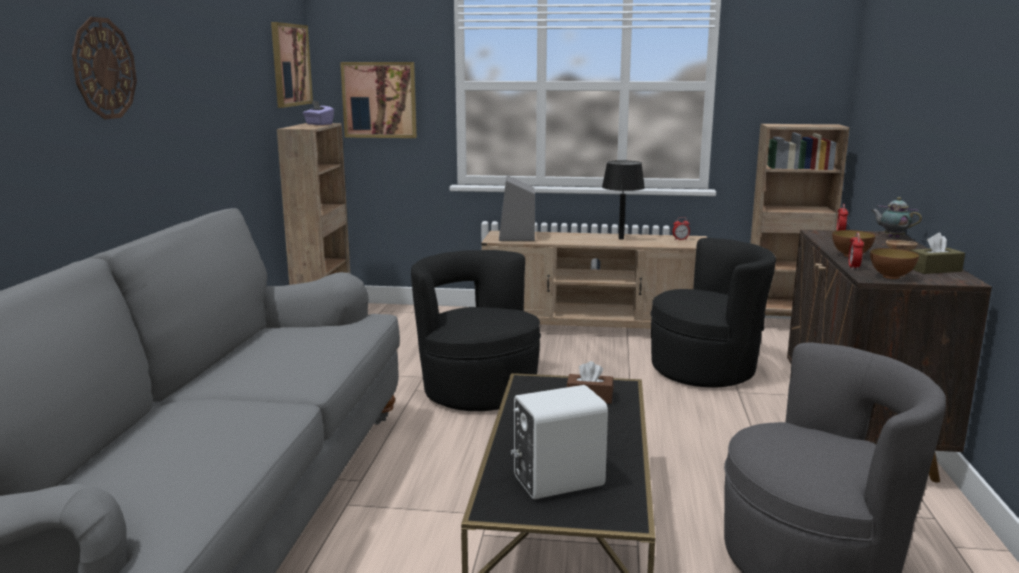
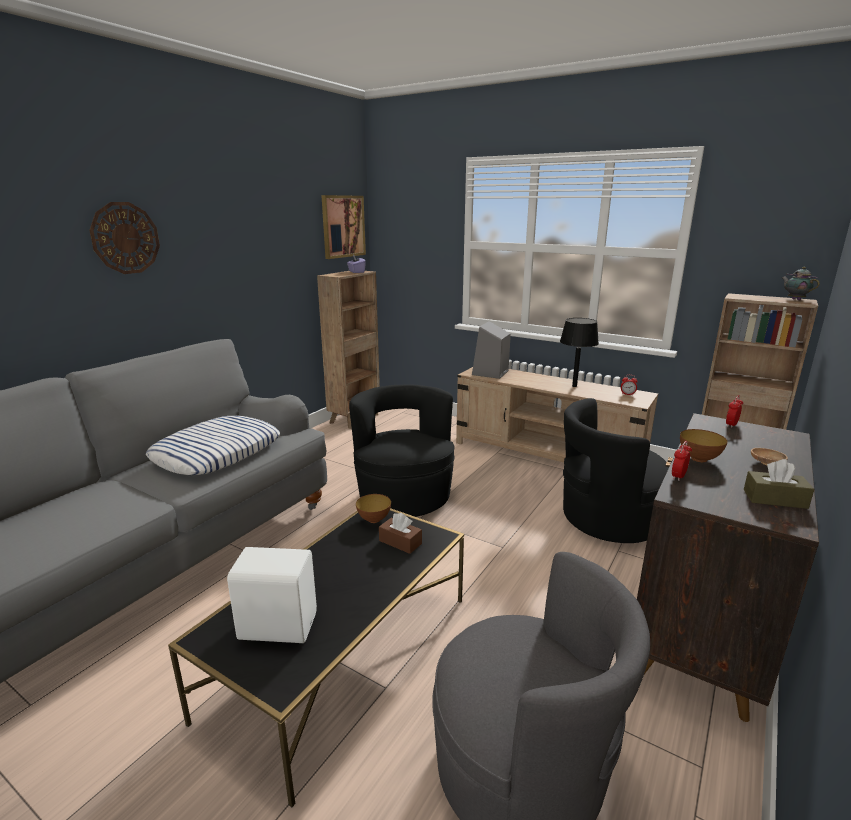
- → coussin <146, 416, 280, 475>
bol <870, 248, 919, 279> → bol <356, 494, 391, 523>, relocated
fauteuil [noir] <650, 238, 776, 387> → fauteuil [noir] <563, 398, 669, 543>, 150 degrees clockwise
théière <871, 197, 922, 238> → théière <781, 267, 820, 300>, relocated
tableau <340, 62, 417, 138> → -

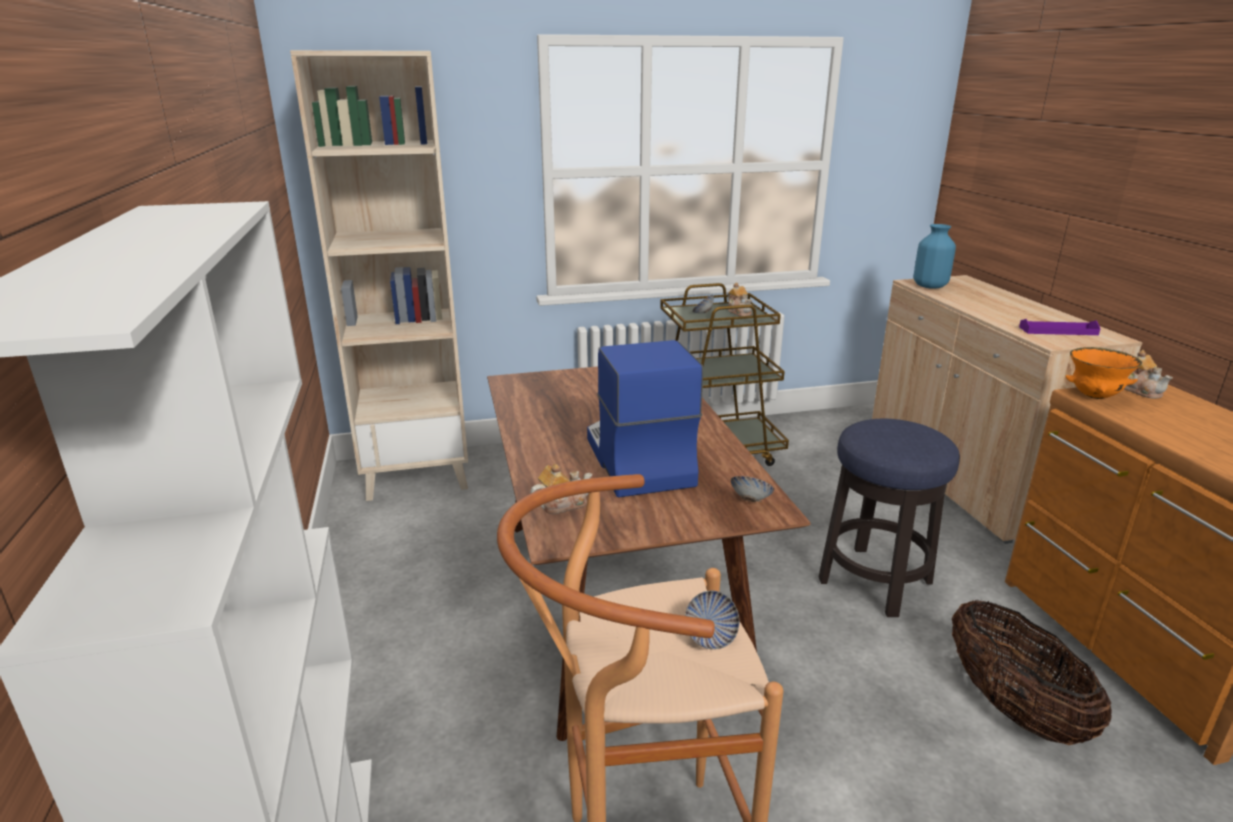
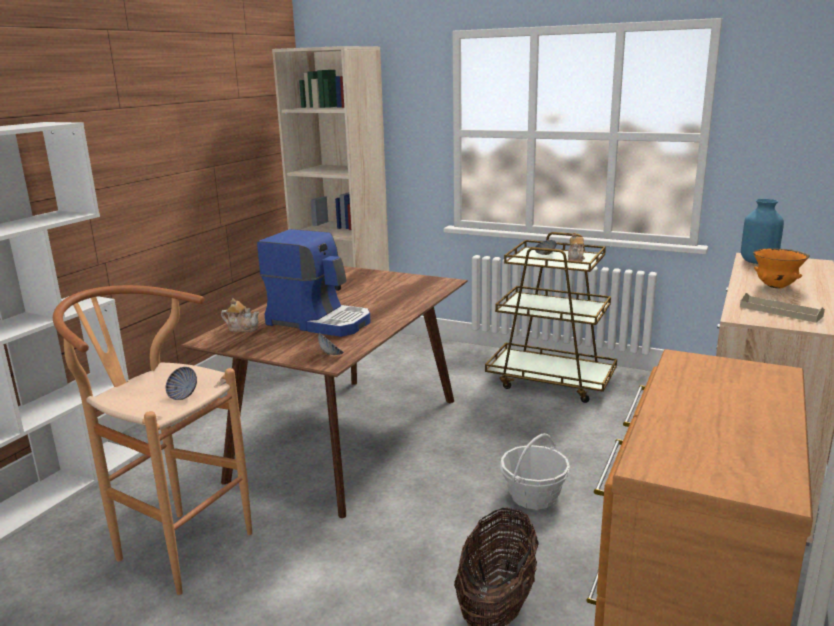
machine à café <587, 340, 703, 498> → machine à café <257, 229, 371, 337>, 90 degrees clockwise
tabouret <819, 419, 960, 617> → panier <500, 433, 570, 510>
plateau [violet] <1019, 319, 1101, 335> → plateau [beige] <740, 293, 825, 323>
bol [orange] <1066, 347, 1142, 399> → bol [orange] <753, 248, 810, 288>, relocated
théière <1124, 350, 1173, 399> → -

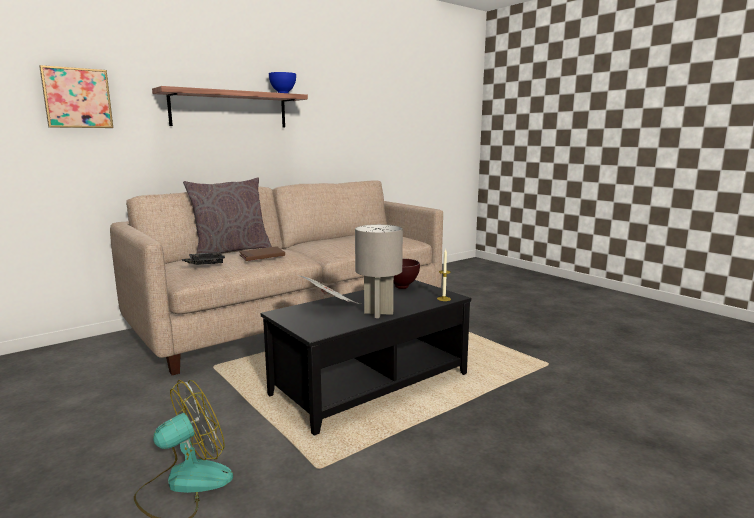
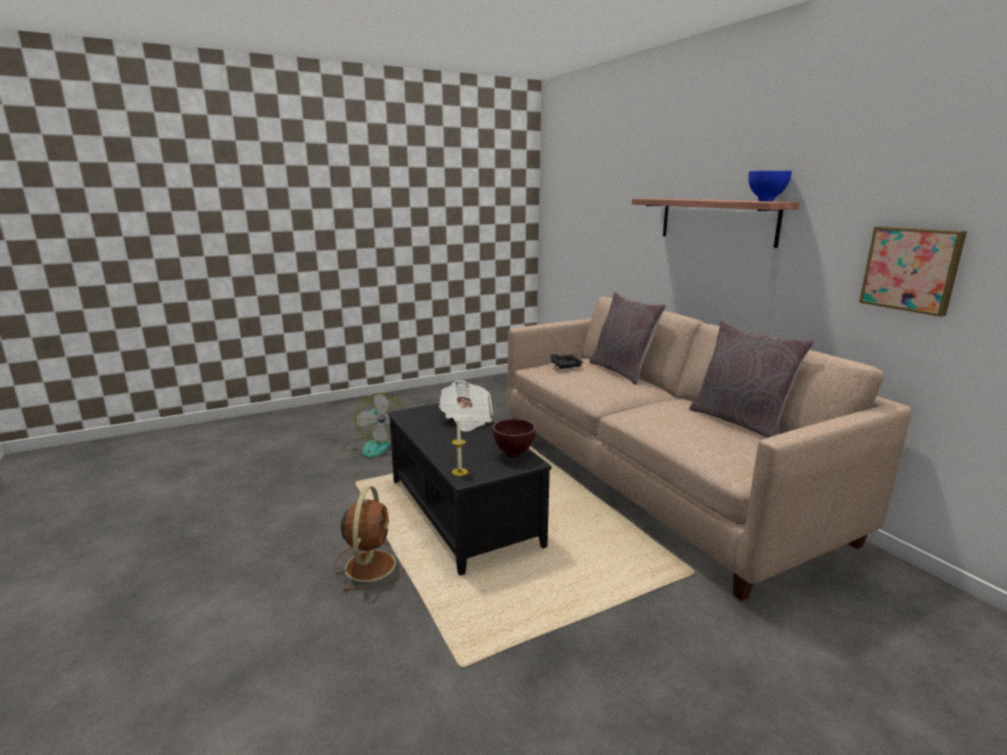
- → ventilateur [marron] <334, 486, 404, 591>
- → coussin [gris] <689, 320, 815, 438>
tableau <39, 65, 113, 128> → tableau <859, 226, 967, 317>, relocated
livre [marron] <239, 246, 285, 261> → -
lampe de table [gris] <355, 224, 403, 318> → -

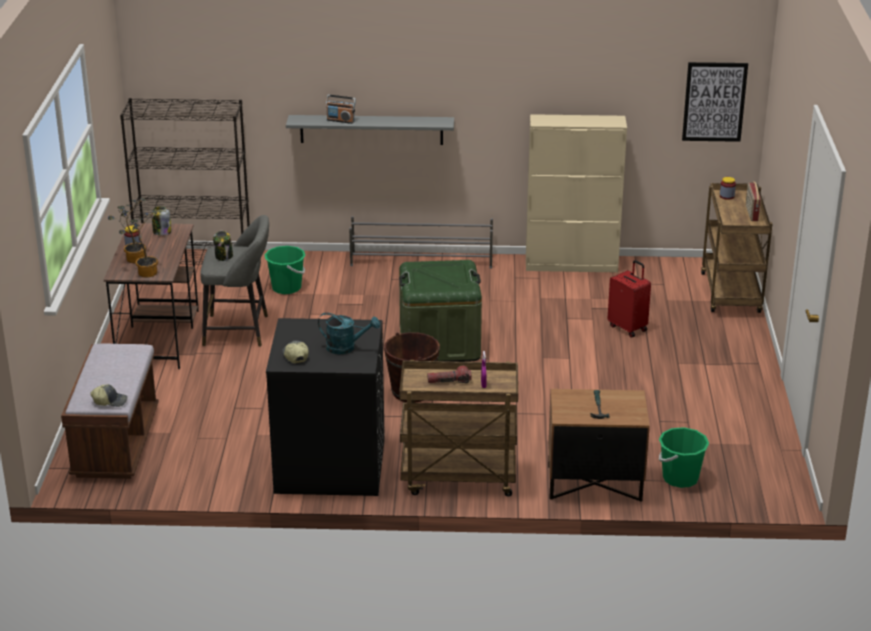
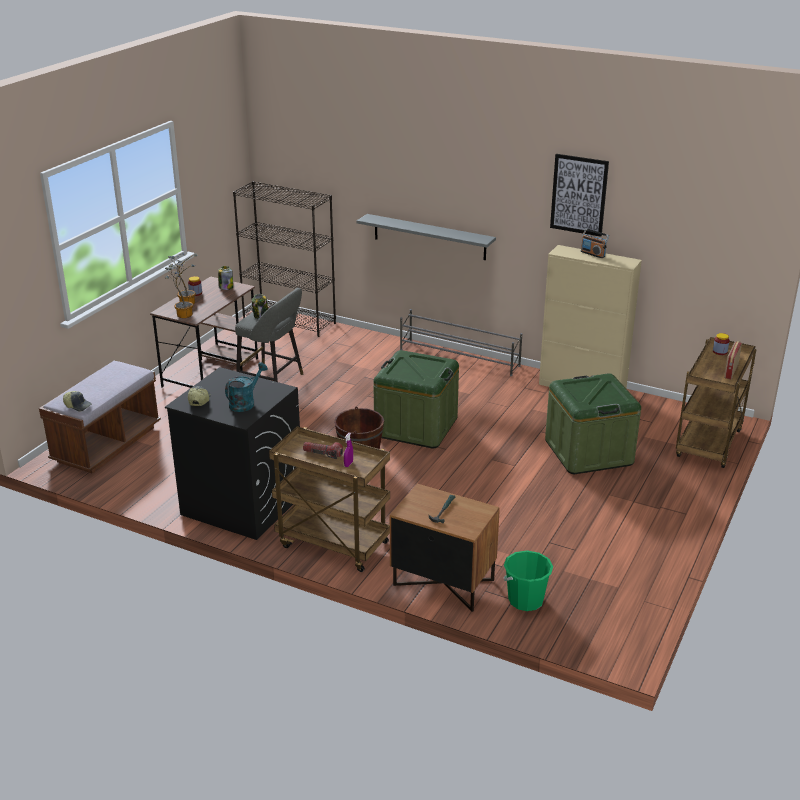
arrosoir [turquoise] <318, 312, 380, 354> → arrosoir [turquoise] <225, 362, 268, 412>, 90 degrees counterclockwise
valise [rouge] <608, 260, 651, 337> → boîte de rangement [vert] <545, 373, 641, 474>
tableau <682, 62, 748, 142> → tableau <550, 154, 609, 237>, relocated
radio <326, 94, 356, 124> → radio <581, 228, 609, 258>, relocated
seau [vert] <264, 246, 305, 294> → -

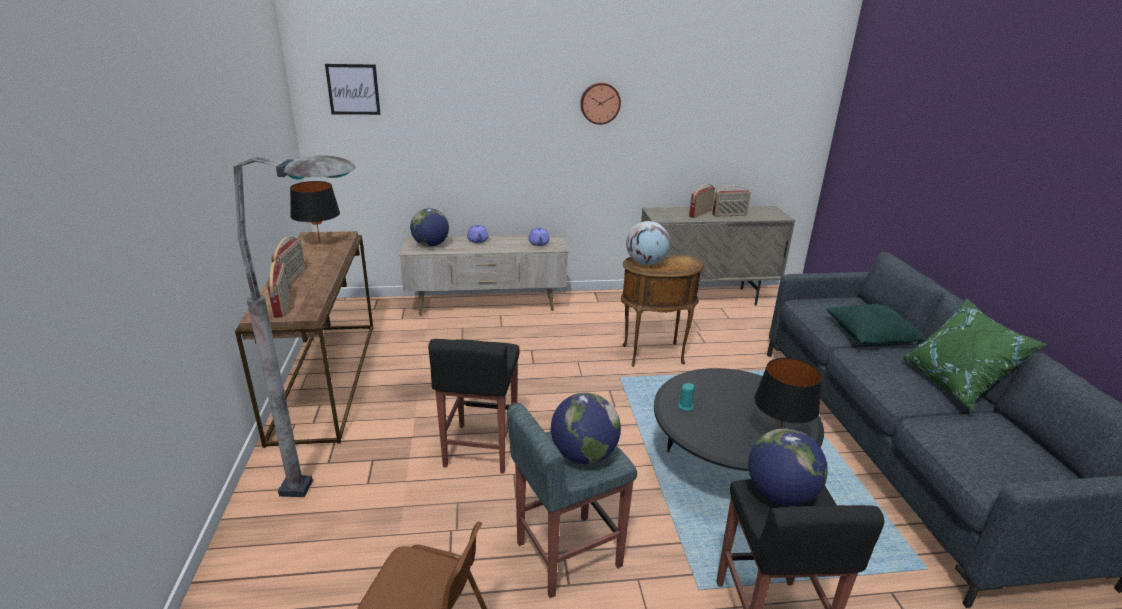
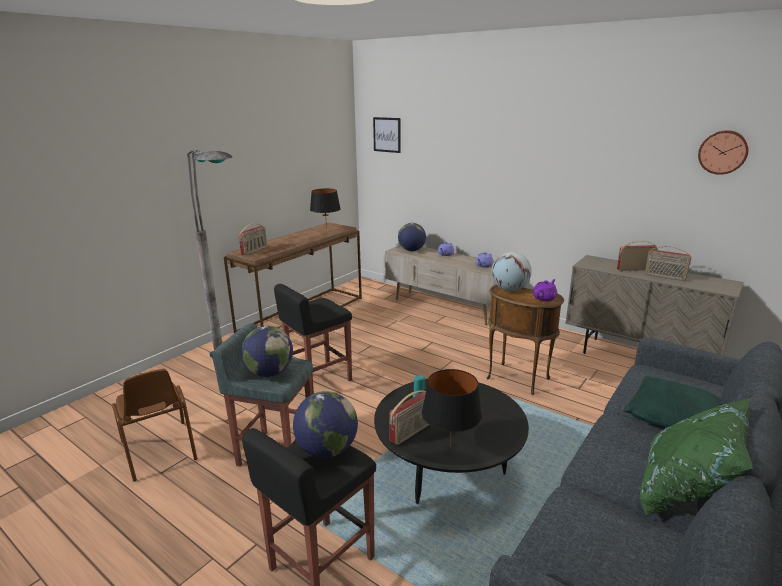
radio <271, 237, 305, 284> → radio <389, 391, 429, 445>, relocated
- → théière [violet] <533, 279, 557, 301>
horloge murale <580, 82, 621, 125> → horloge murale <698, 130, 749, 175>, relocated

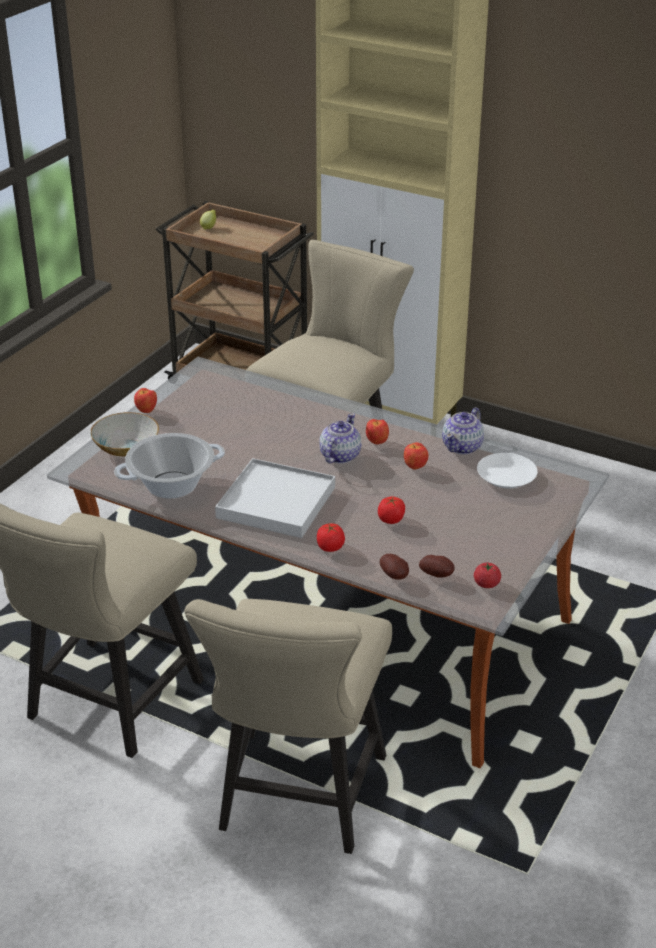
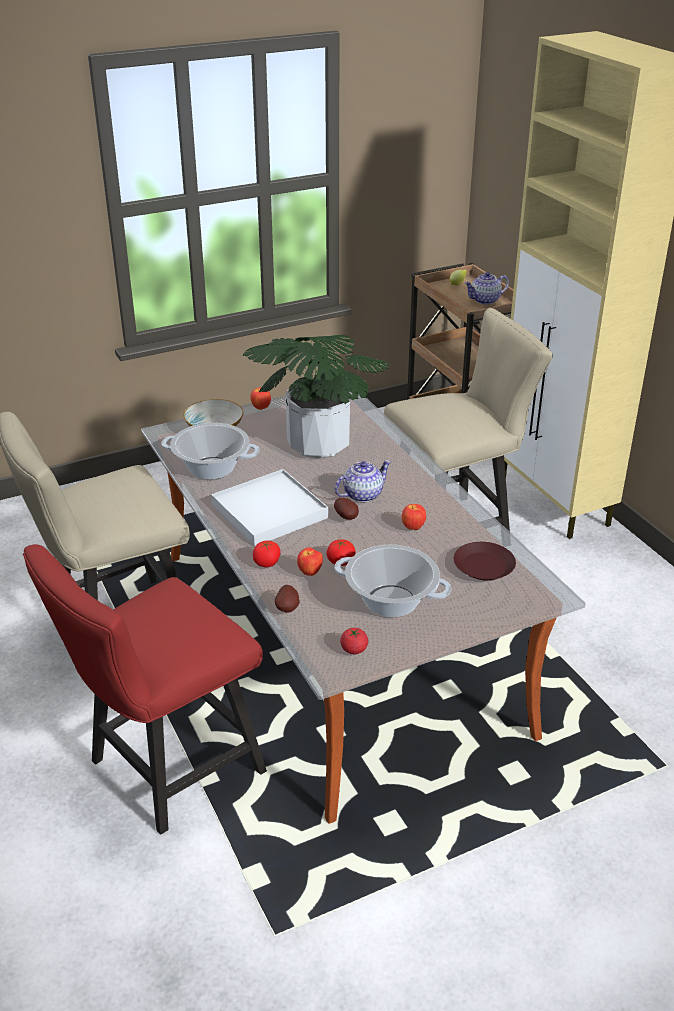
chaise [beige] <184, 599, 392, 854> → chaise [rouge] <23, 544, 267, 835>
- → plante en pot <243, 335, 389, 458>
pomme <366, 419, 389, 445> → pomme <297, 548, 323, 576>, relocated
pomme de terre <419, 555, 454, 578> → pomme de terre <334, 498, 359, 520>, relocated
- → marmite <335, 544, 451, 617>
assiette [blanc] <477, 453, 538, 488> → assiette [marron] <454, 542, 516, 580>
théière <442, 407, 484, 455> → théière <464, 272, 509, 305>, relocated

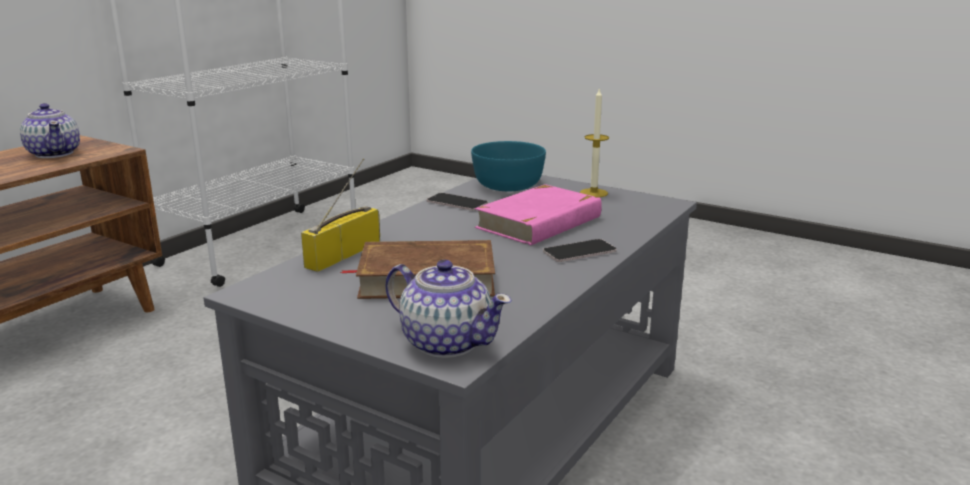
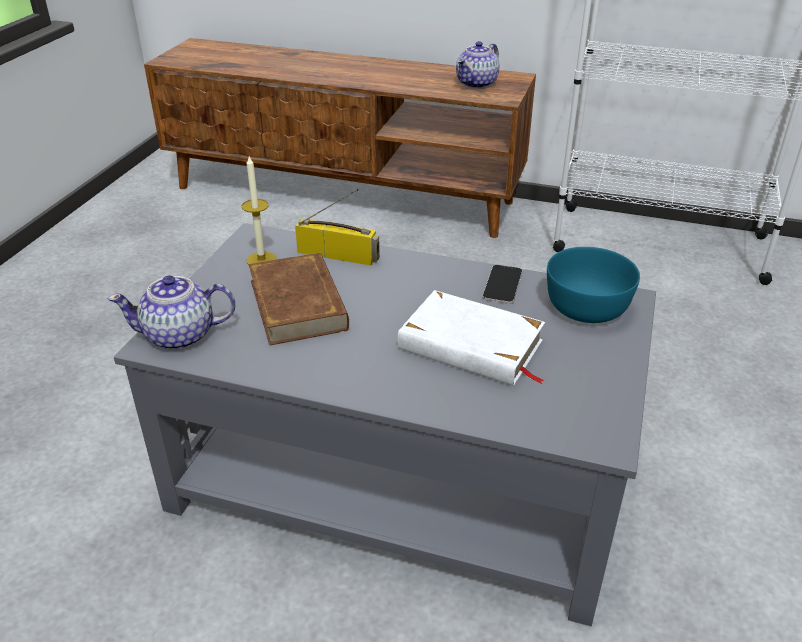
théière <385, 260, 512, 358> → théière <108, 275, 236, 350>, 60 degrees clockwise
bougie <580, 87, 609, 198> → bougie <242, 156, 277, 265>, relocated
livre [rose] <475, 184, 602, 245> → livre [blanc] <397, 290, 545, 386>
téléphone <543, 239, 617, 262> → -

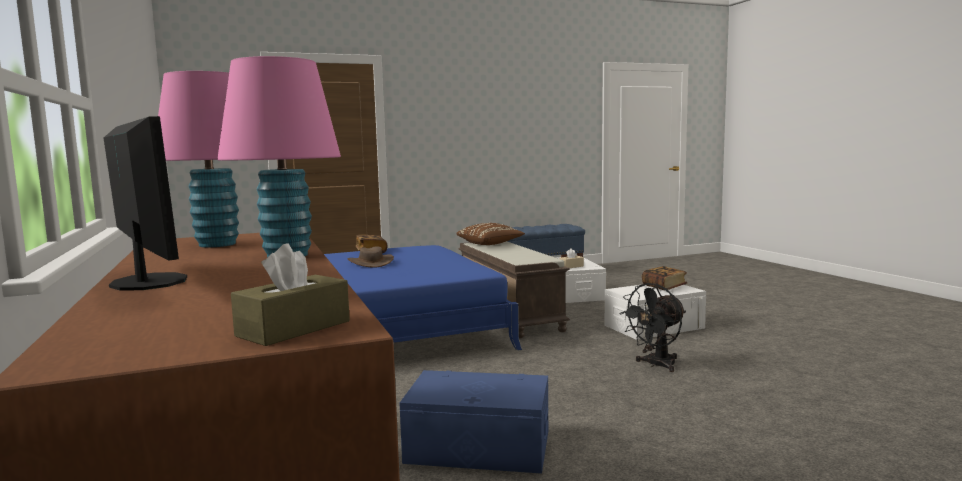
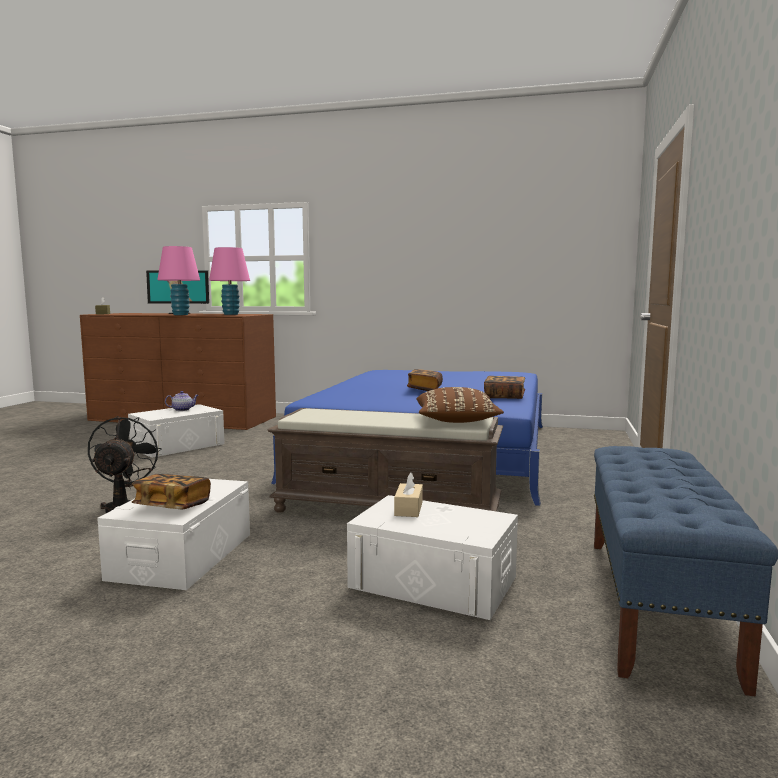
boîte de rangement [bleu] <400, 370, 549, 474> → boîte de rangement [blanc] <128, 404, 225, 458>
- → théière <165, 391, 198, 411>
chapeau [marron] <348, 246, 394, 268> → livre <407, 369, 443, 391>

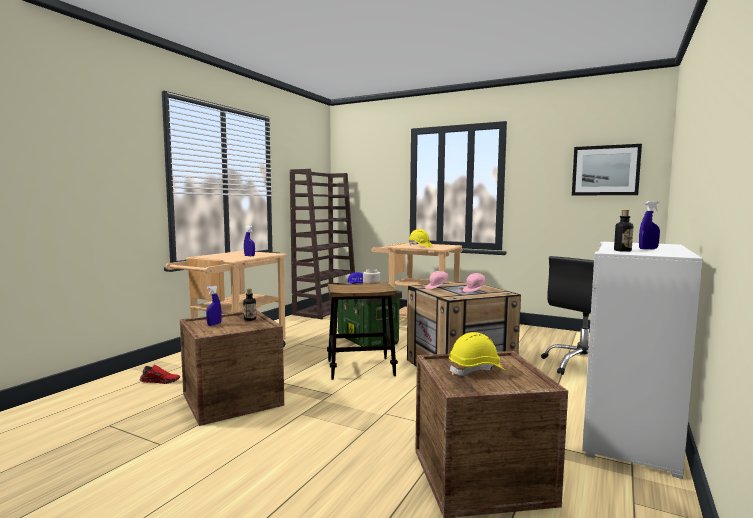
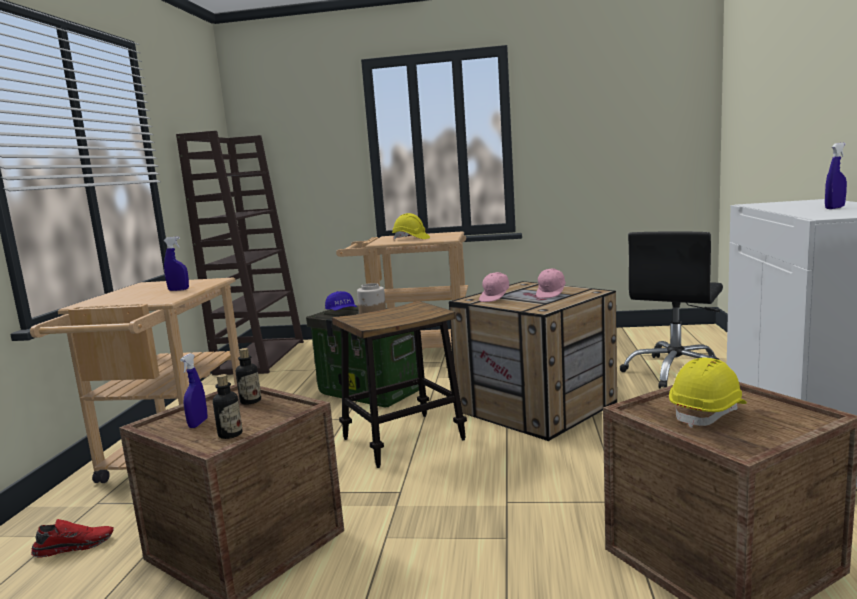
bouteille <614, 210, 633, 252> → bouteille <213, 374, 242, 439>, relocated
tableau <572, 144, 642, 195> → -

